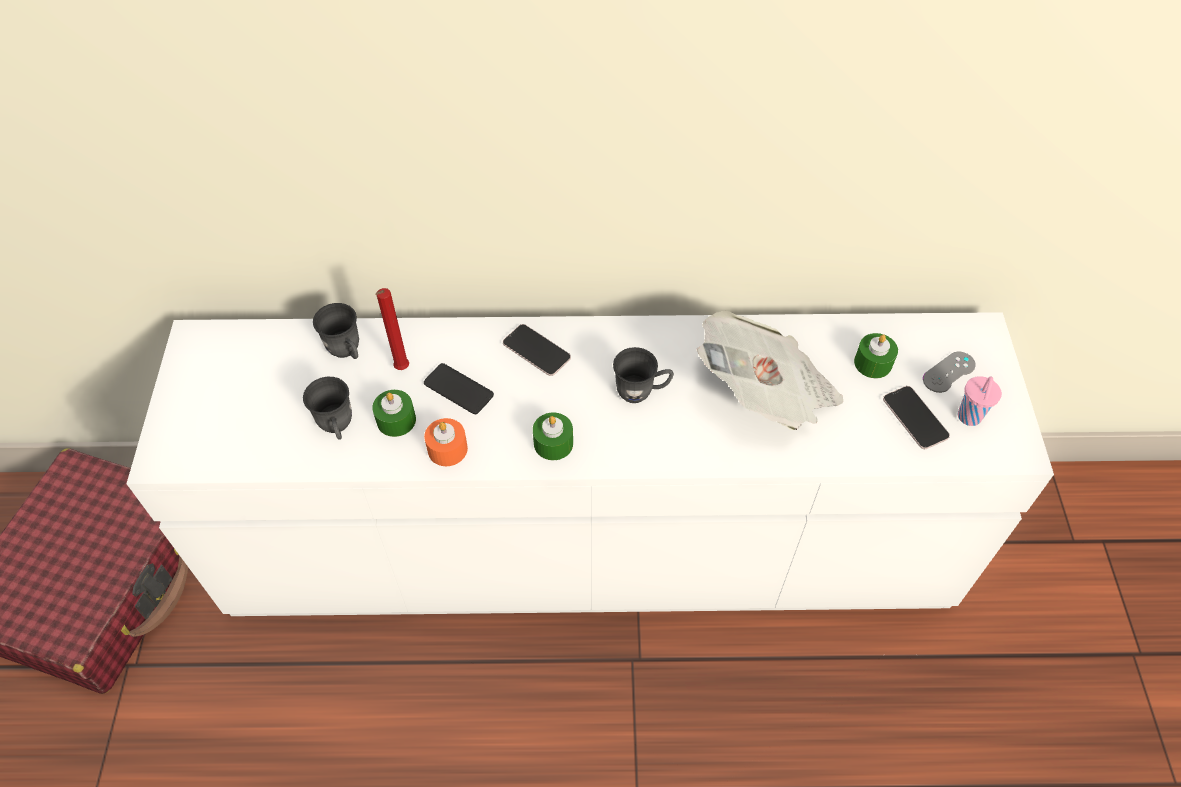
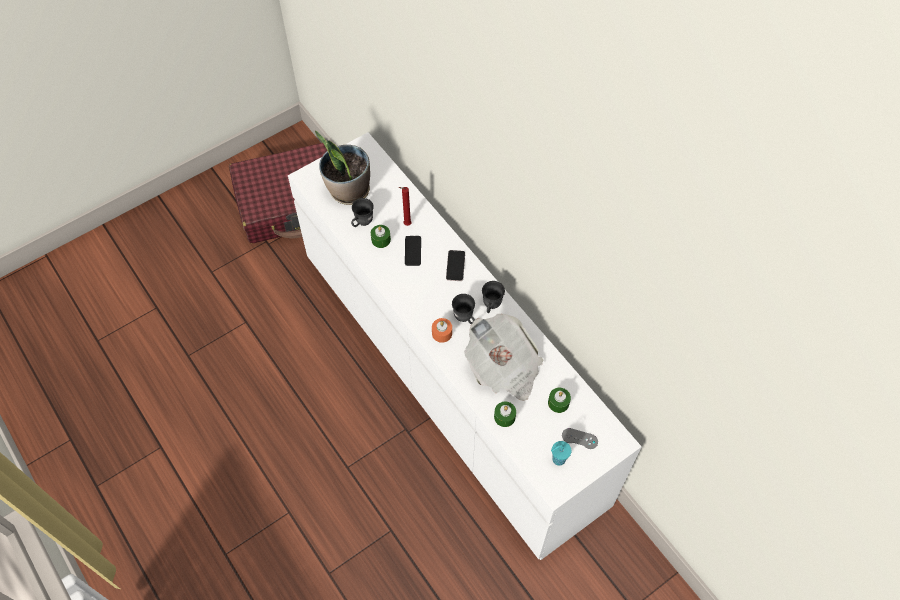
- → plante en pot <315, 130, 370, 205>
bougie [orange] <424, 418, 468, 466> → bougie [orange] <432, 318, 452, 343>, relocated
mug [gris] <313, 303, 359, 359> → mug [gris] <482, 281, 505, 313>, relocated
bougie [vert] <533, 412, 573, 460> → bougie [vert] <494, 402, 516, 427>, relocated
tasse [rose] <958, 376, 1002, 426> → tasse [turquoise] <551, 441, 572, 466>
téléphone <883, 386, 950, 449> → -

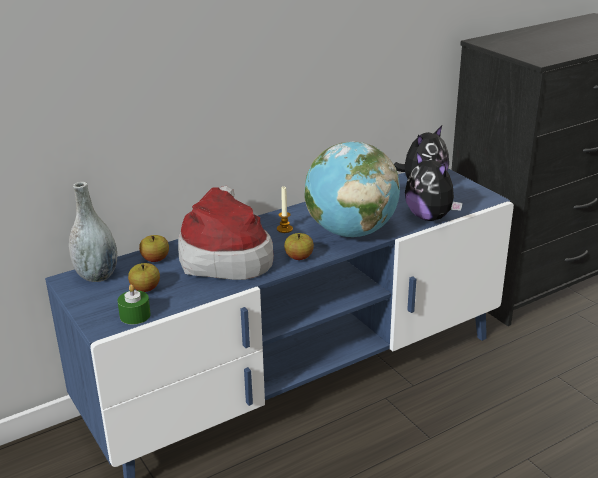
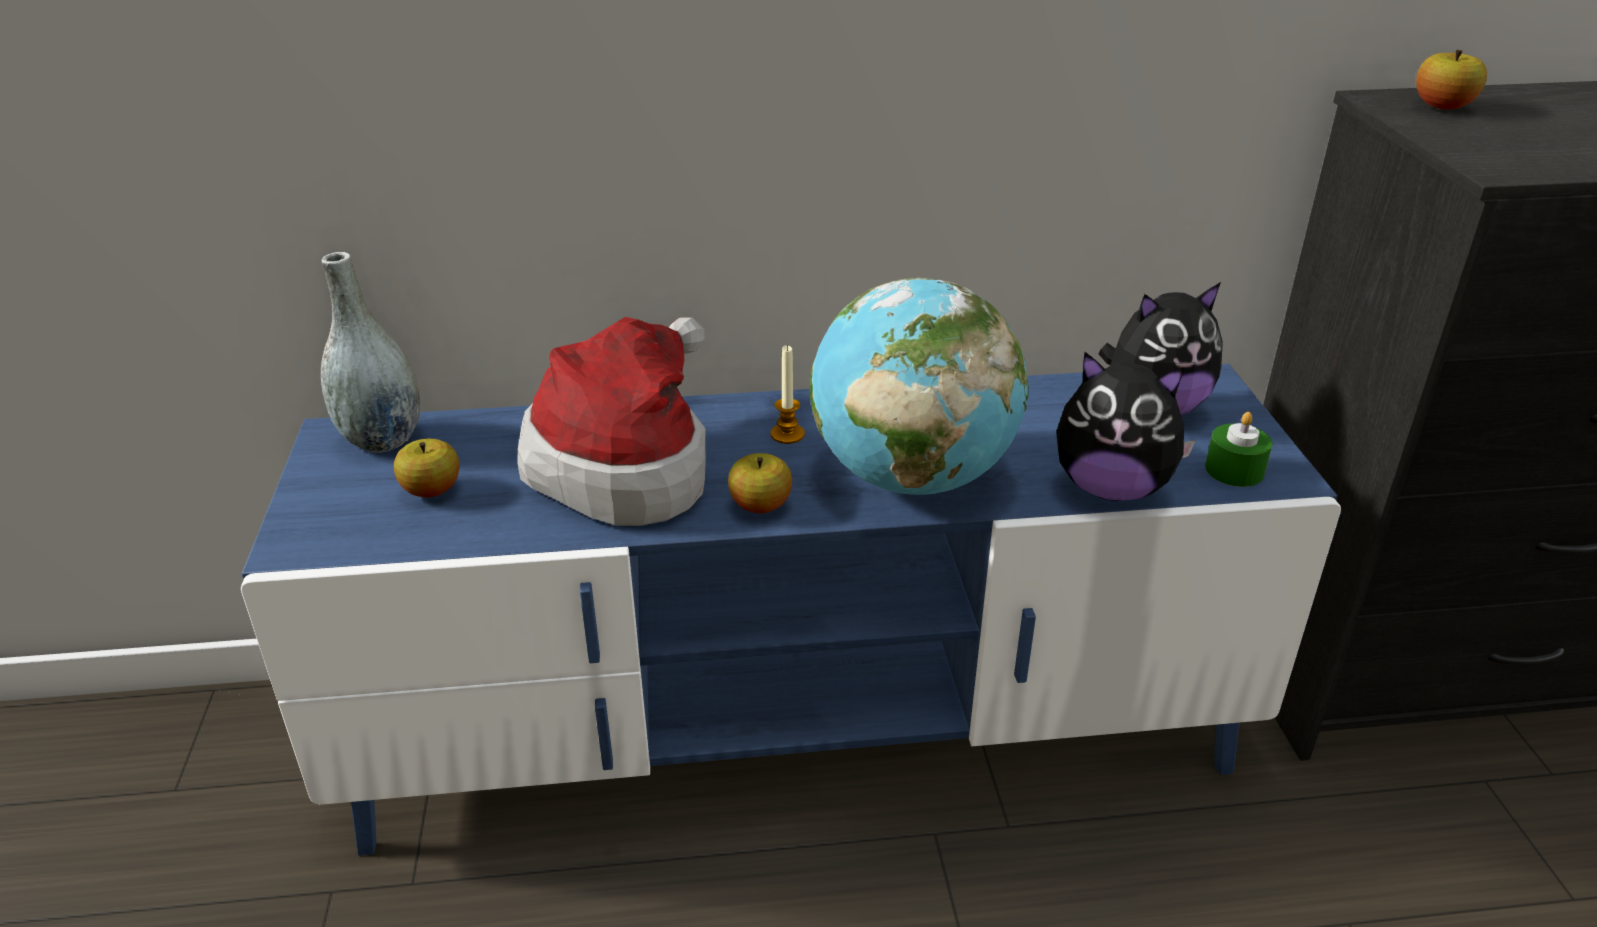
peluche <405, 152, 463, 221> → peluche <1056, 352, 1197, 501>, 60 degrees counterclockwise
bougie [vert] <117, 284, 151, 324> → bougie [vert] <1205, 412, 1272, 487>, relocated
pomme <139, 235, 169, 262> → pomme <1416, 50, 1487, 110>, relocated

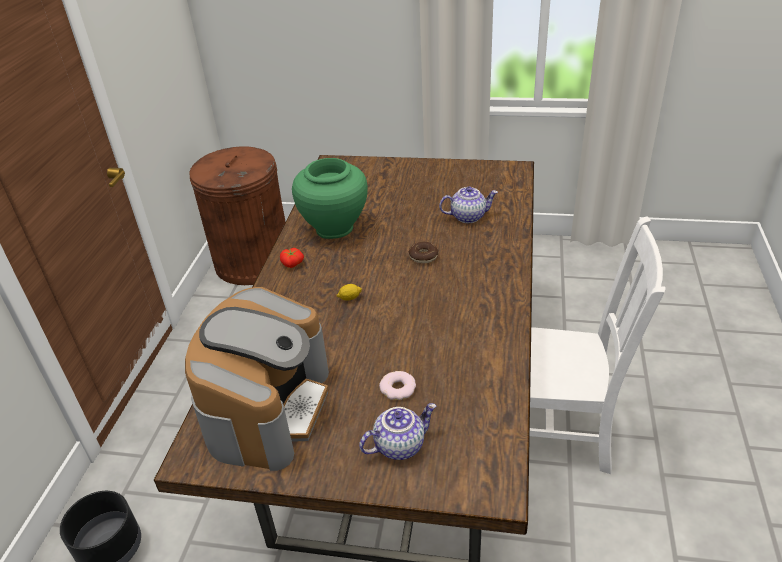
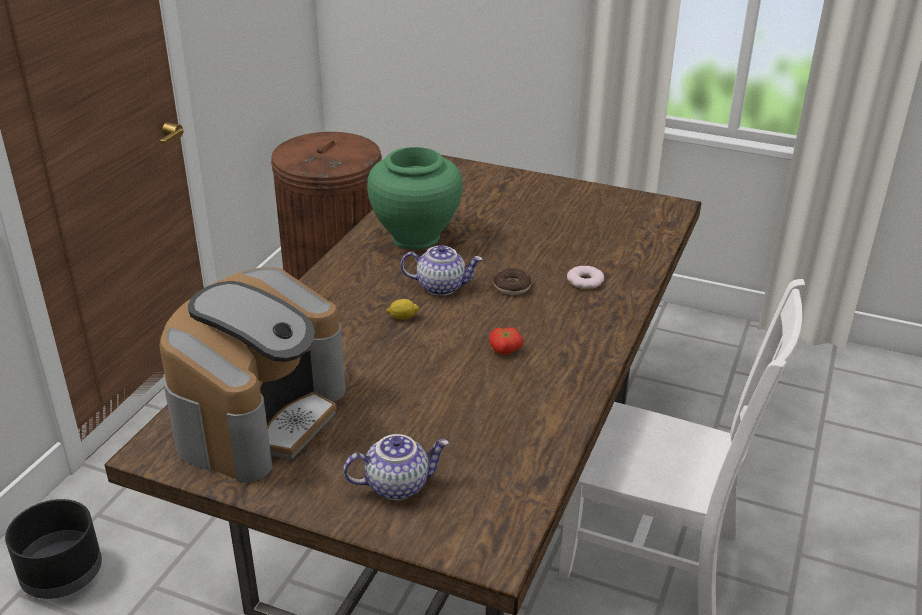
théière <439, 187, 498, 223> → théière <401, 245, 482, 296>, relocated
tomate <280, 248, 304, 268> → tomate <489, 327, 524, 355>, relocated
beignet <379, 371, 416, 400> → beignet <567, 266, 604, 289>, relocated

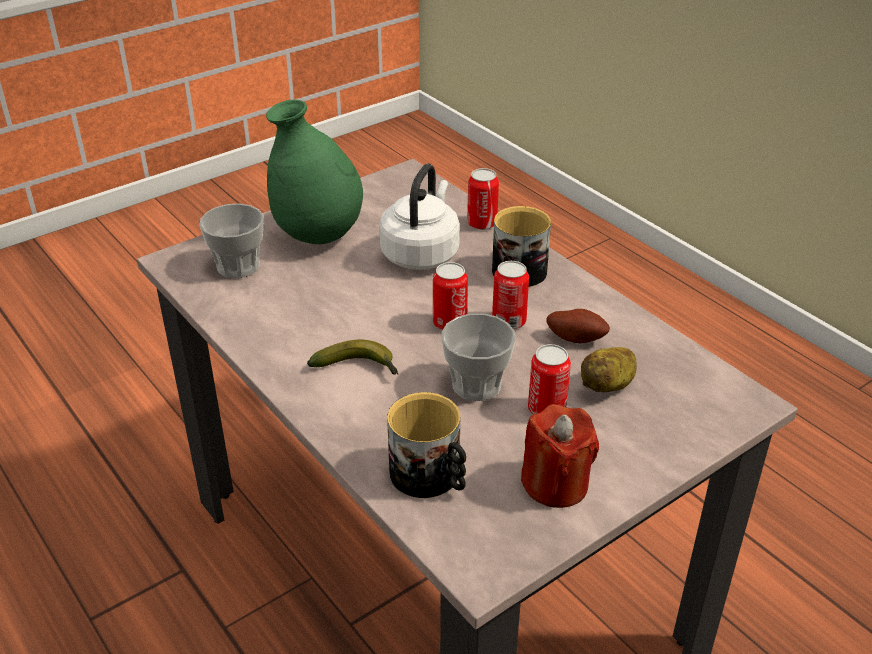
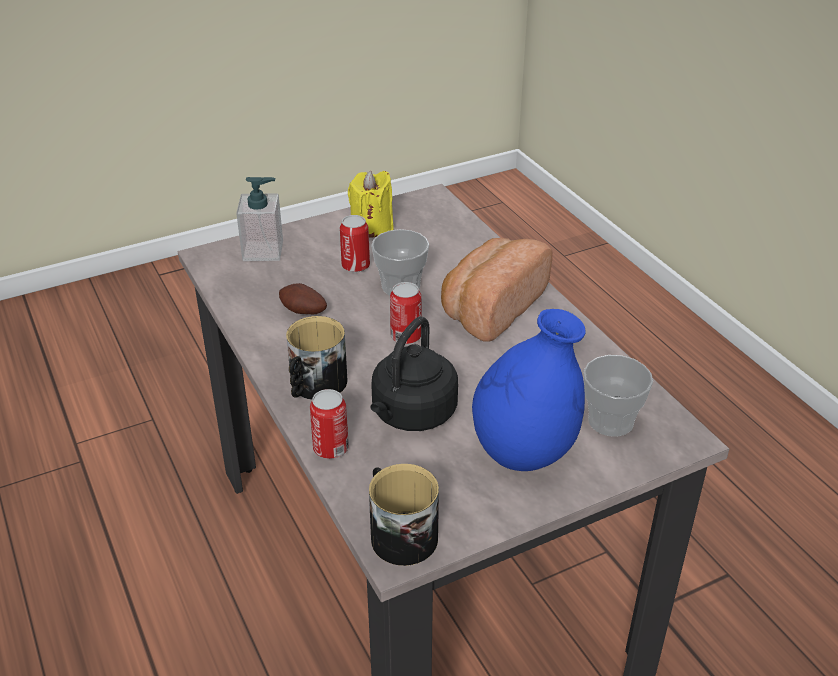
- → distributeur de savon <236, 177, 283, 261>
bougie [rouge] <521, 404, 599, 508> → bougie [jaune] <348, 170, 394, 238>
mug <387, 392, 466, 498> → mug <369, 464, 439, 566>, relocated
bouilloire [blanc] <379, 164, 460, 270> → bouilloire [noir] <370, 317, 458, 431>
banane <307, 340, 398, 375> → pain <441, 238, 552, 342>
vase [vert] <266, 100, 363, 244> → vase [bleu] <472, 309, 586, 471>
boîte métallique <492, 261, 529, 329> → -
pomme de terre <581, 347, 637, 392> → -

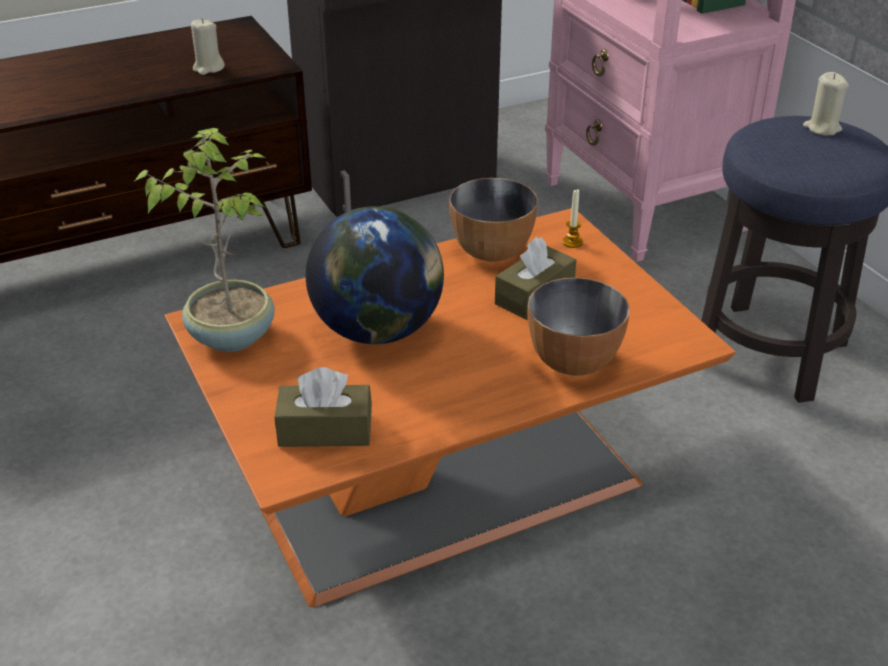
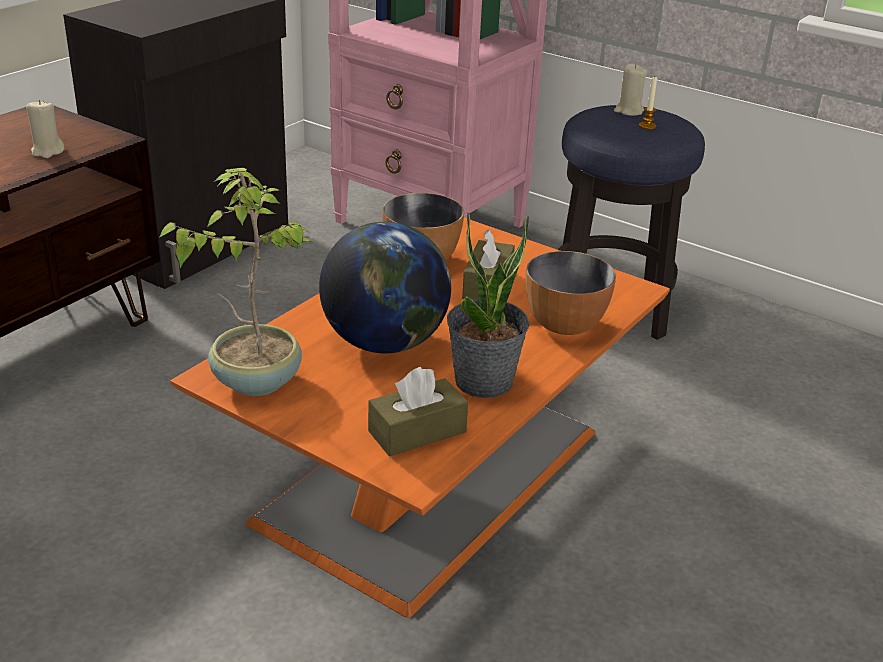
- → plante en pot <447, 213, 530, 398>
bougie <562, 189, 583, 248> → bougie <639, 77, 657, 130>, relocated

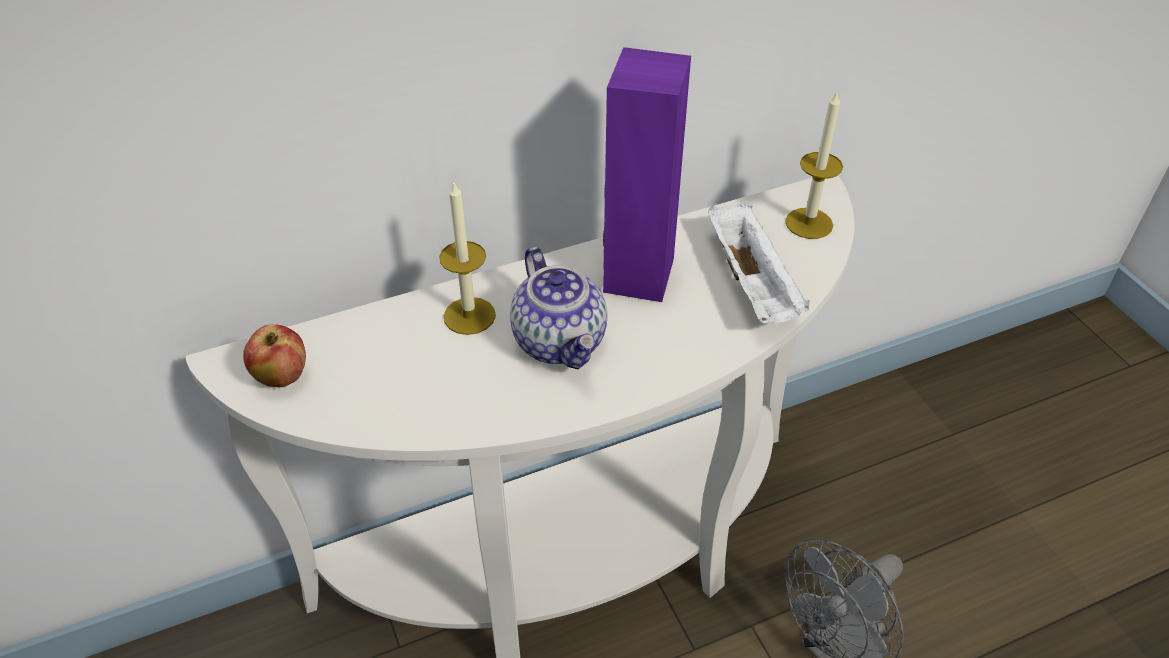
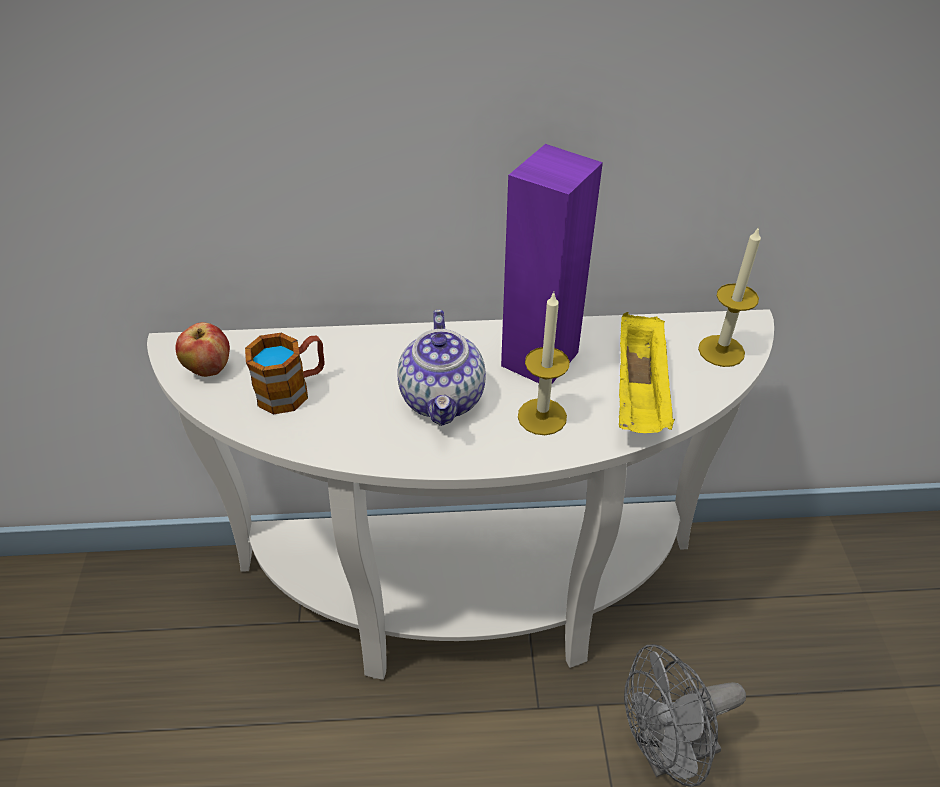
- → mug <245, 333, 325, 414>
bougie <439, 183, 496, 335> → bougie <518, 292, 570, 435>, relocated
plateau [blanc] <708, 203, 810, 323> → plateau [jaune] <619, 312, 675, 433>

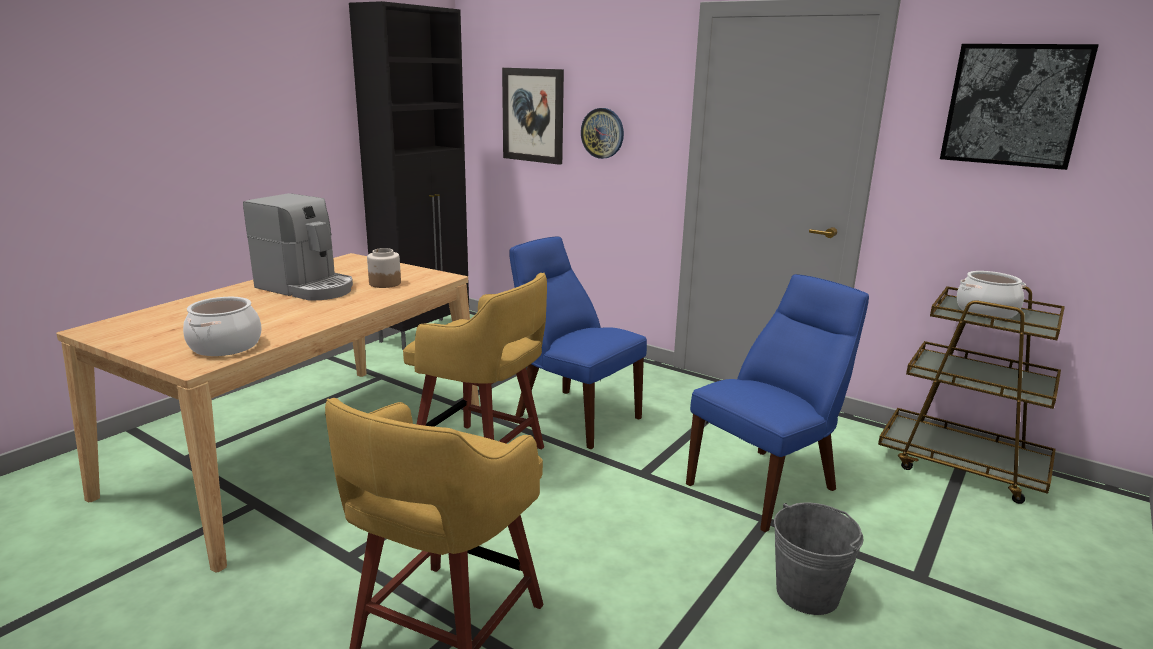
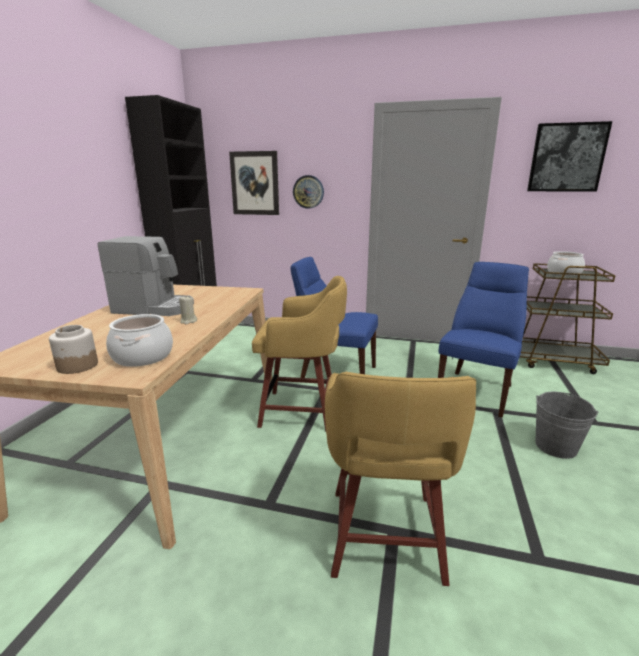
bocal <367, 248, 401, 288> → bocal <49, 325, 98, 374>, relocated
- → bougie [beige] <179, 295, 197, 324>

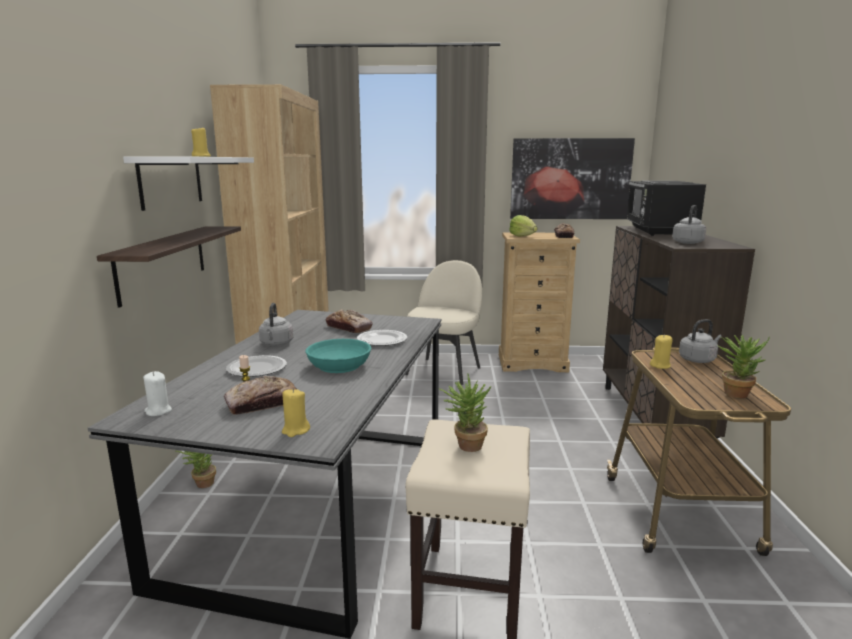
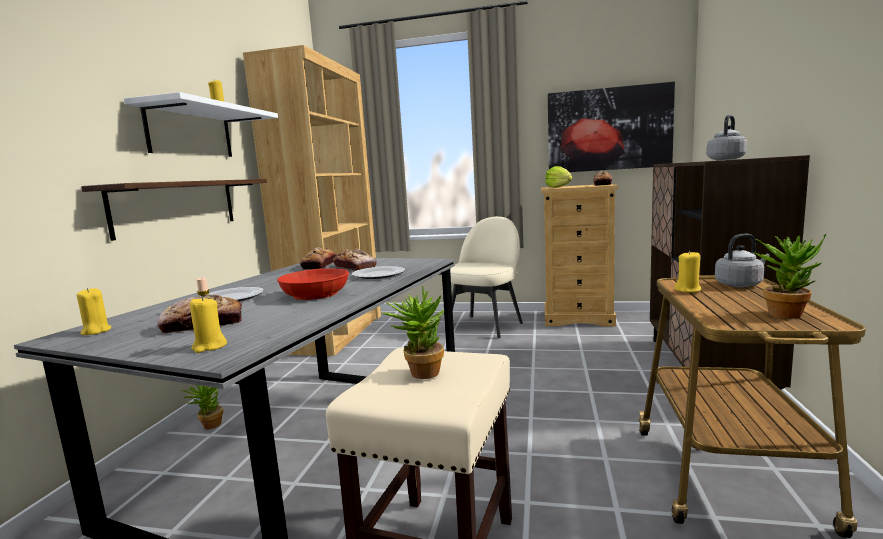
bougie [blanc] <143, 371, 172, 416> → bougie [jaune] <76, 288, 111, 335>
bol [turquoise] <306, 339, 372, 373> → bol [rouge] <277, 268, 349, 300>
- → pain <300, 247, 337, 270>
bouilloire [gris] <259, 303, 293, 346> → -
micro-ondes [noir] <627, 181, 706, 236> → -

